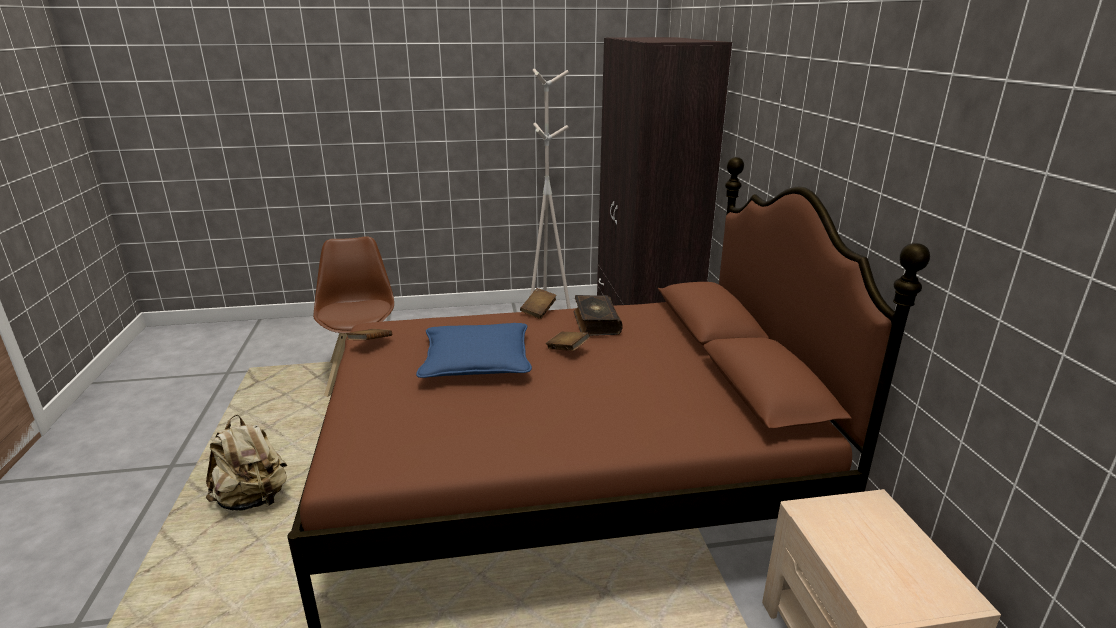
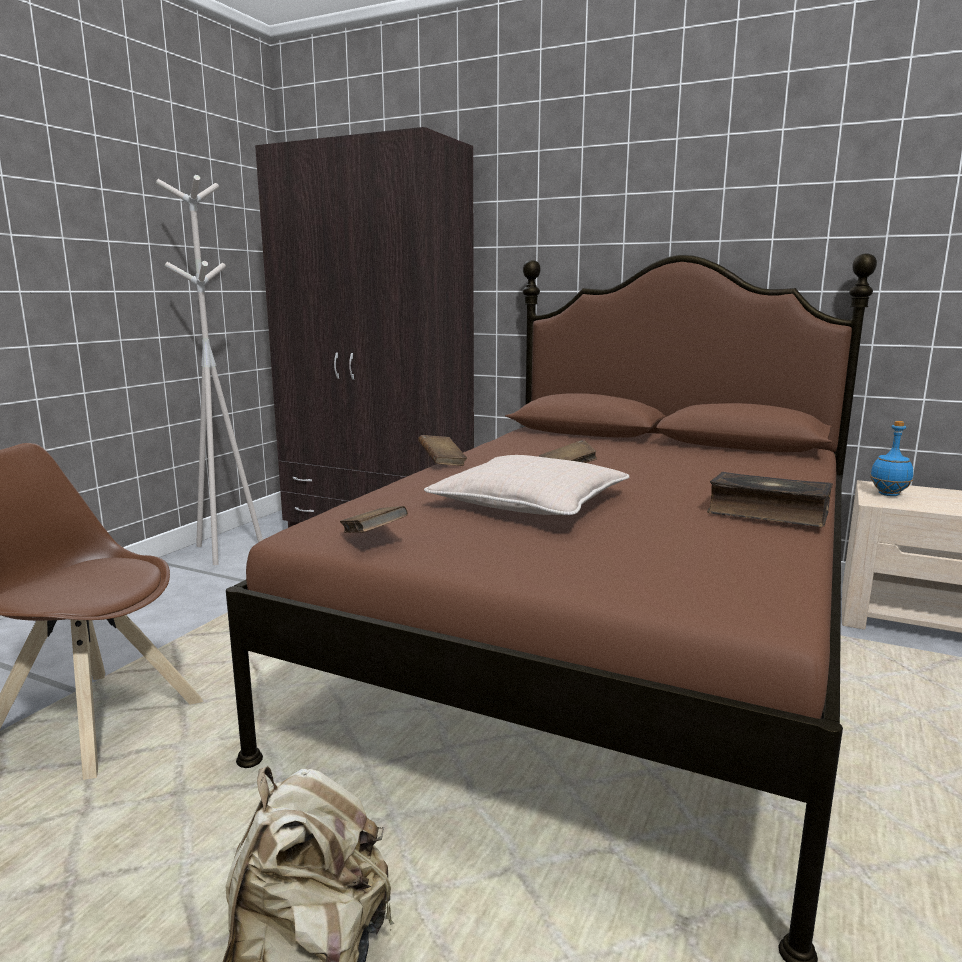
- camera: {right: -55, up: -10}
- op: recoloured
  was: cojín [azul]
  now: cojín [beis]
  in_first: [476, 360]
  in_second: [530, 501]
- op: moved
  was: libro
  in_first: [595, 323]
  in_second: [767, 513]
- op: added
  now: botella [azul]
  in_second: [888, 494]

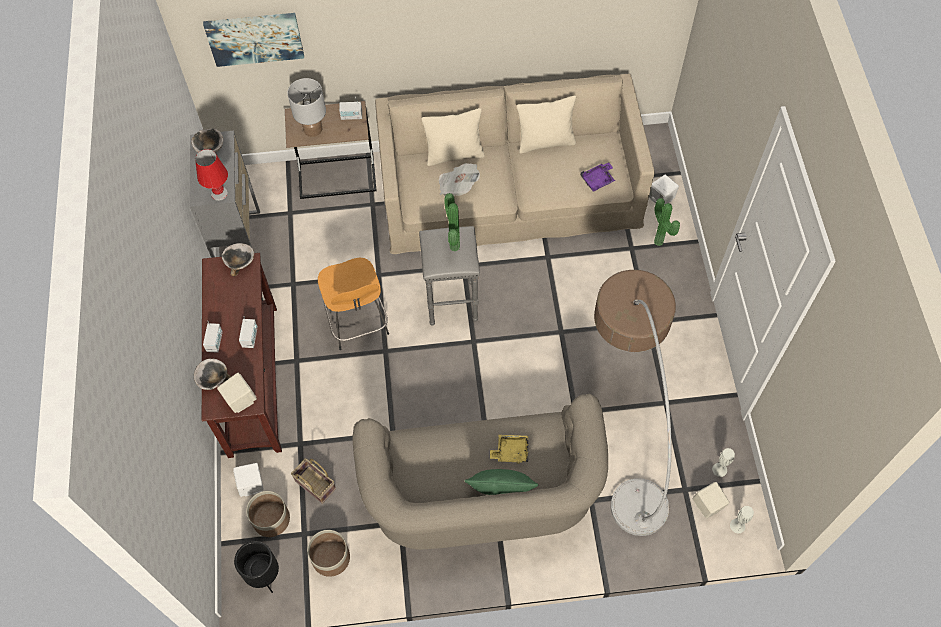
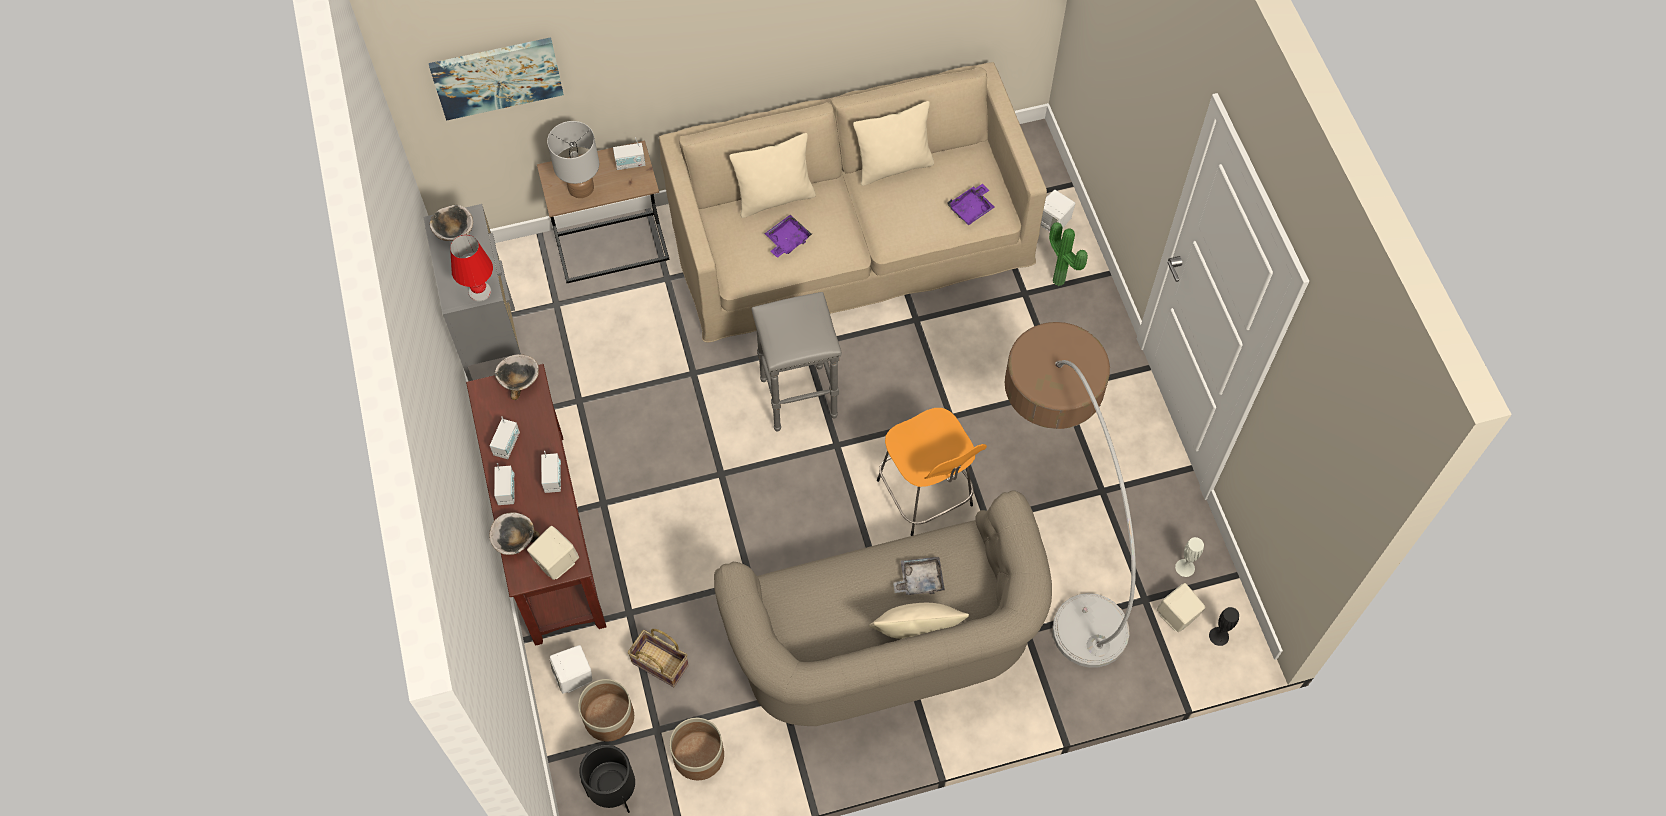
- camera: {right: -10, up: 0}
- op: moved
  was: taburete [naranja]
  in_first: [357, 323]
  in_second: [926, 496]
- op: replaced
  was: periódico
  now: bandeja [morado]
  in_first: [457, 186]
  in_second: [787, 240]
- op: removed
  was: planta en maceta
  in_first: [452, 247]
- op: recoloured
  was: cojín [verde]
  now: cojín [beis]
  in_first: [500, 492]
  in_second: [915, 634]
- op: recoloured
  was: bandeja [amarillo]
  now: bandeja [gris]
  in_first: [511, 451]
  in_second: [919, 580]
- op: recoloured
  was: florero [blanco]
  now: florero [negro]
  in_first: [737, 526]
  in_second: [1219, 636]
- op: added
  now: radio
  in_second: [507, 444]

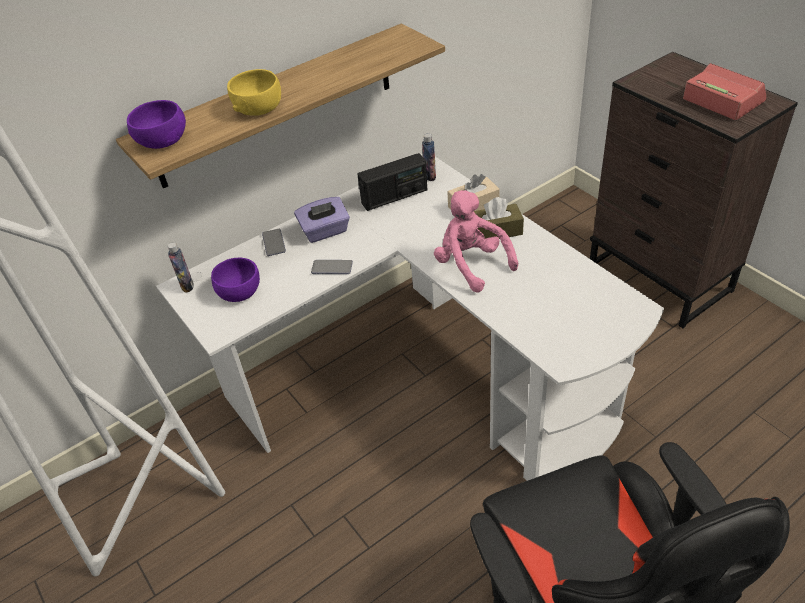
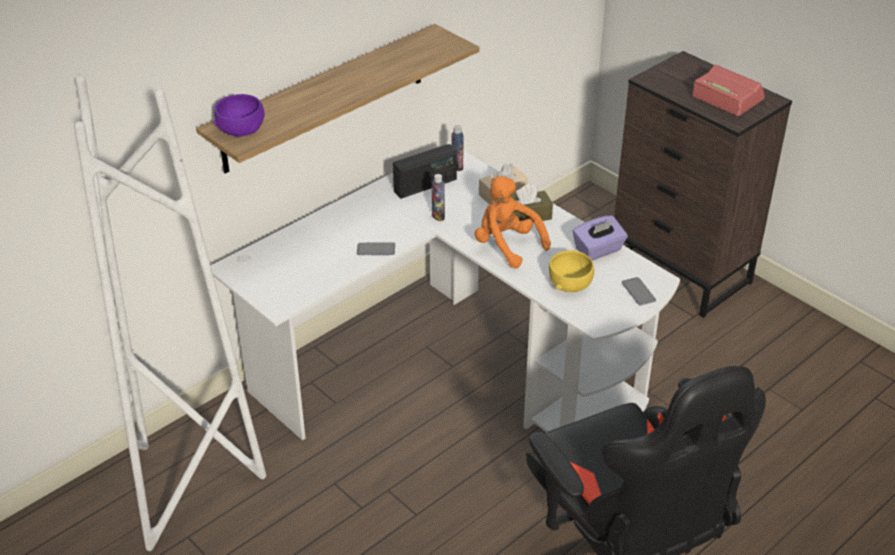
- camera: {right: -10, up: -5}
- op: moved
  was: botella
  in_first: [187, 286]
  in_second: [438, 216]
- op: removed
  was: cuenco [morado]
  in_first: [240, 292]
- op: moved
  was: cuenco [amarillo]
  in_first: [258, 108]
  in_second: [570, 283]
- op: moved
  was: móvil
  in_first: [274, 243]
  in_second: [638, 292]
- op: moved
  was: caja de pañuelos [morado]
  in_first: [325, 231]
  in_second: [598, 250]
- op: recoloured
  was: peluche [rosa]
  now: peluche [naranja]
  in_first: [471, 264]
  in_second: [507, 245]

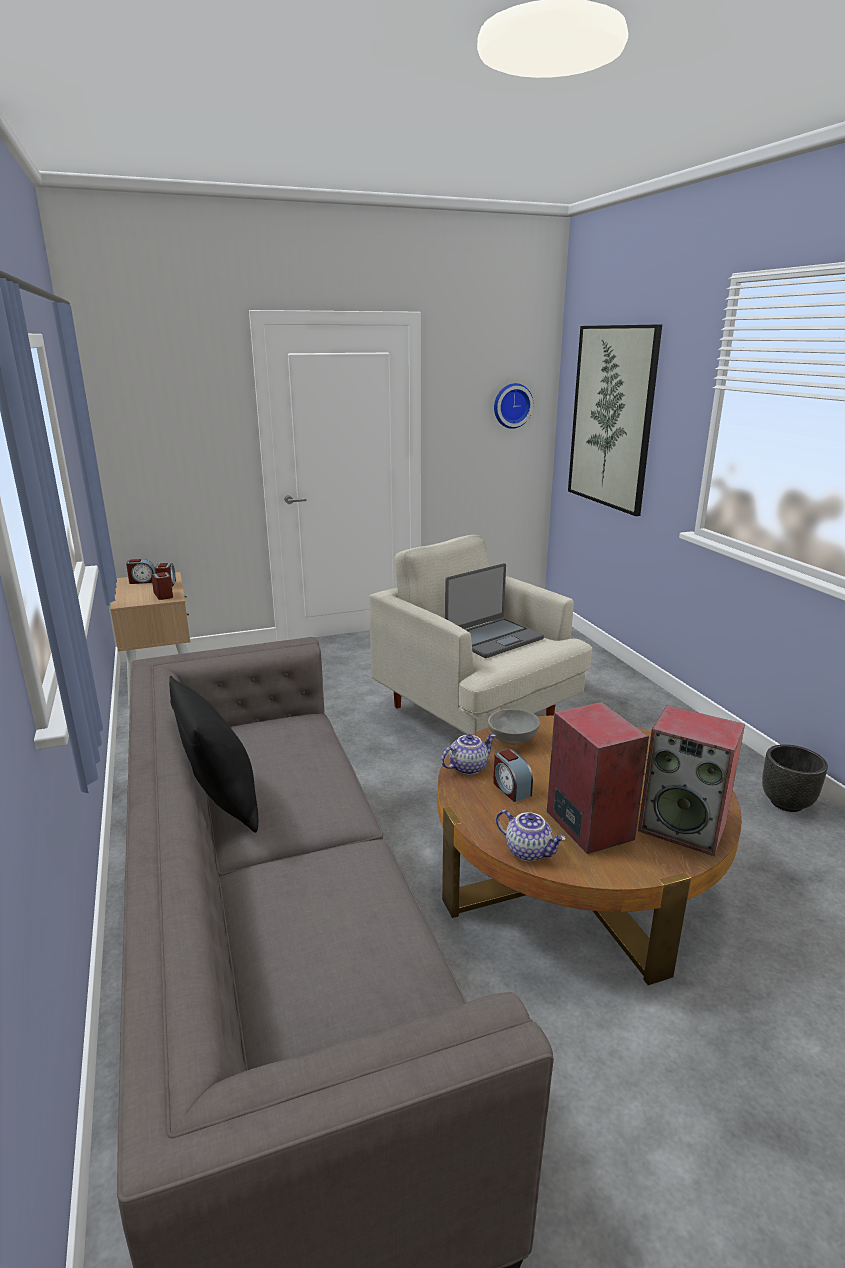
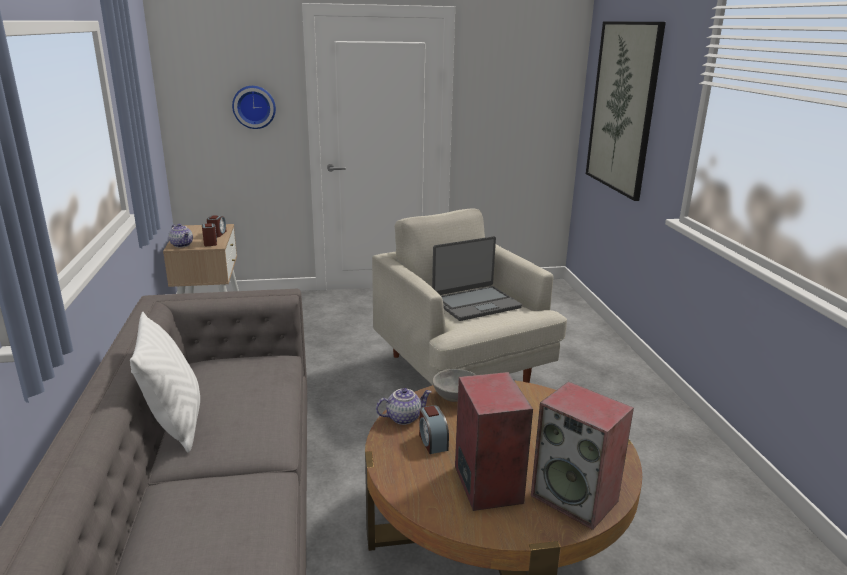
- camera: {right: 10, up: 0}
- op: removed
  was: despertador
  in_first: [142, 581]
- op: recoloured
  was: cojín [negro]
  now: cojín [blanco]
  in_first: [222, 802]
  in_second: [175, 423]
- op: moved
  was: reloj de pared
  in_first: [512, 405]
  in_second: [254, 107]
- op: moved
  was: tetera
  in_first: [529, 851]
  in_second: [182, 245]
- op: removed
  was: maceta [negro]
  in_first: [786, 803]

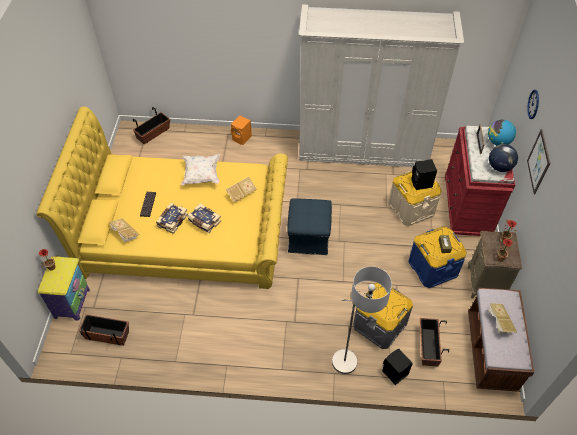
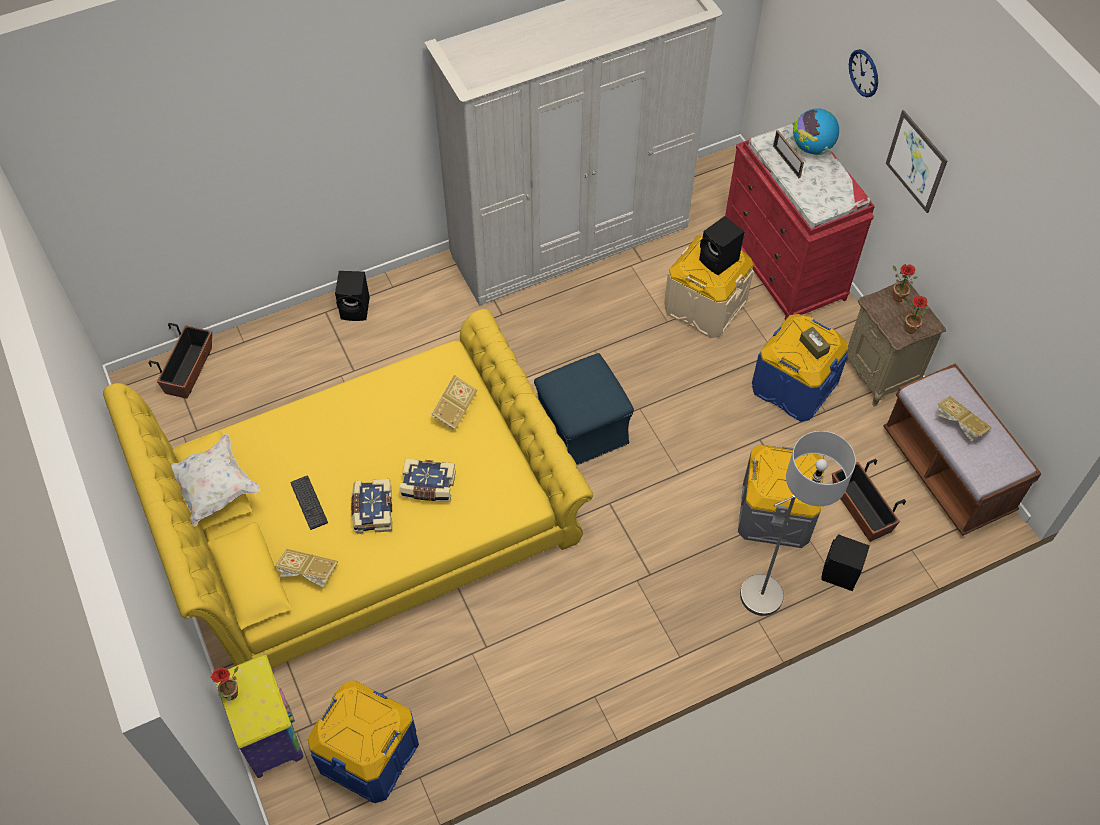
- camera: {right: -30, up: 5}
- op: replaced
  was: maceta
  now: caja de almacenaje [azul]
  in_first: [107, 334]
  in_second: [369, 754]
- op: moved
  was: cojín [blanco]
  in_first: [201, 175]
  in_second: [214, 488]
- op: recoloured
  was: altavoz [naranja]
  now: altavoz [negro]
  in_first: [242, 138]
  in_second: [356, 309]
- op: removed
  was: globo terráqueo
  in_first: [499, 167]

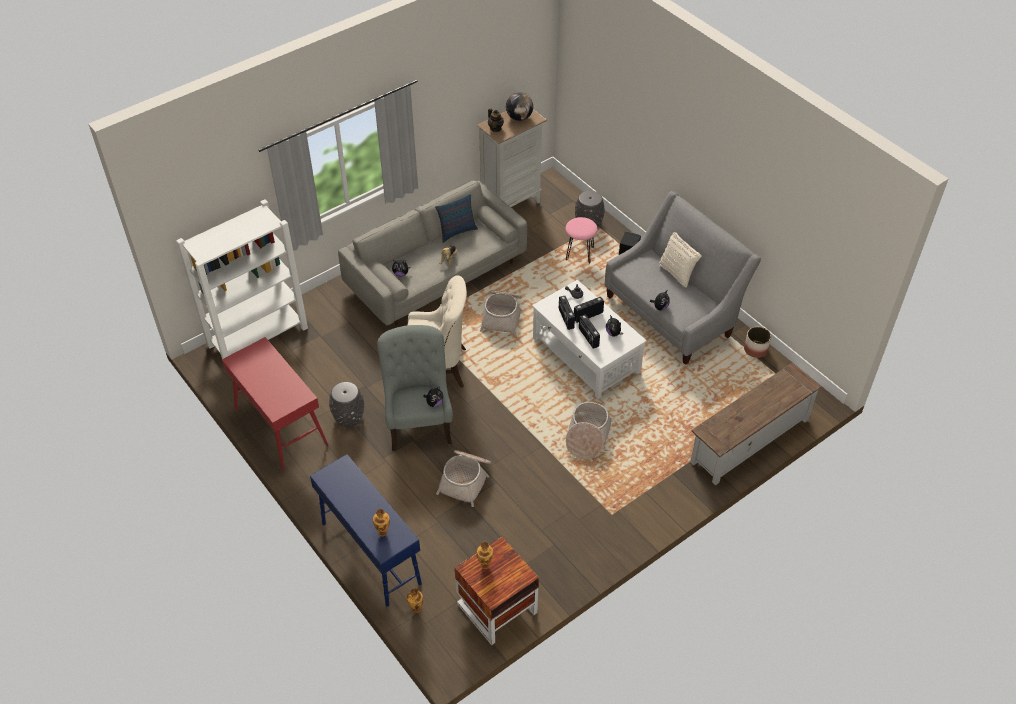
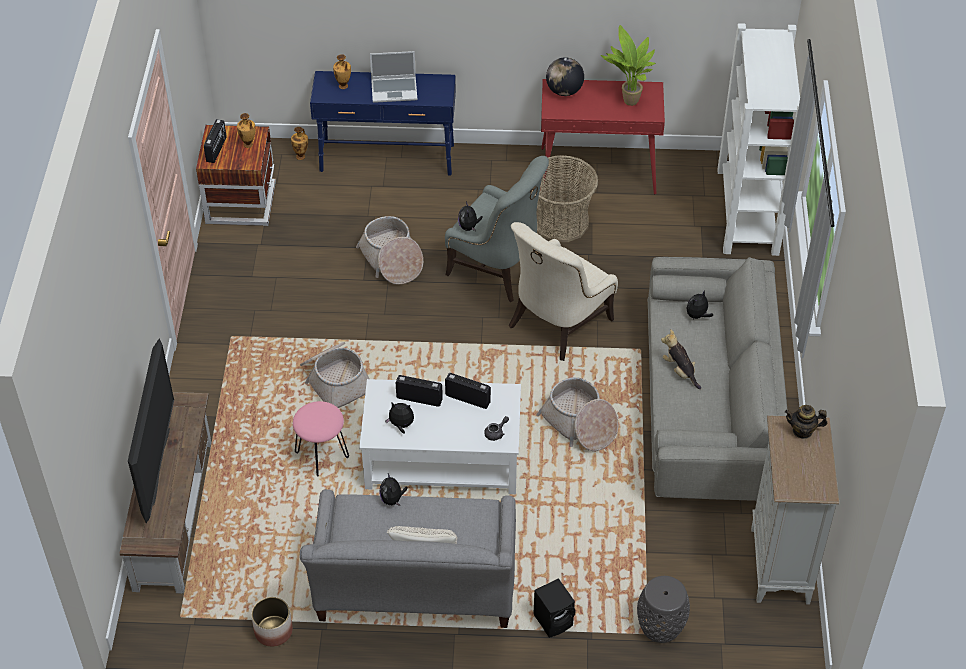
- camera: {right: 130, up: 0}
- op: replaced
  was: taburete [gris]
  now: cesta
  in_first: [349, 417]
  in_second: [560, 222]
- op: removed
  was: cojín [azul]
  in_first: [457, 232]
- op: moved
  was: globo terráqueo
  in_first: [519, 117]
  in_second: [564, 91]
- op: moved
  was: taburete [rosa]
  in_first: [579, 254]
  in_second: [322, 456]
- op: moved
  was: radio
  in_first: [588, 315]
  in_second: [217, 150]
- op: added
  now: televisor
  in_second: [160, 466]
- op: added
  now: portátil
  in_second: [395, 90]
- op: added
  now: planta en maceta
  in_second: [628, 102]

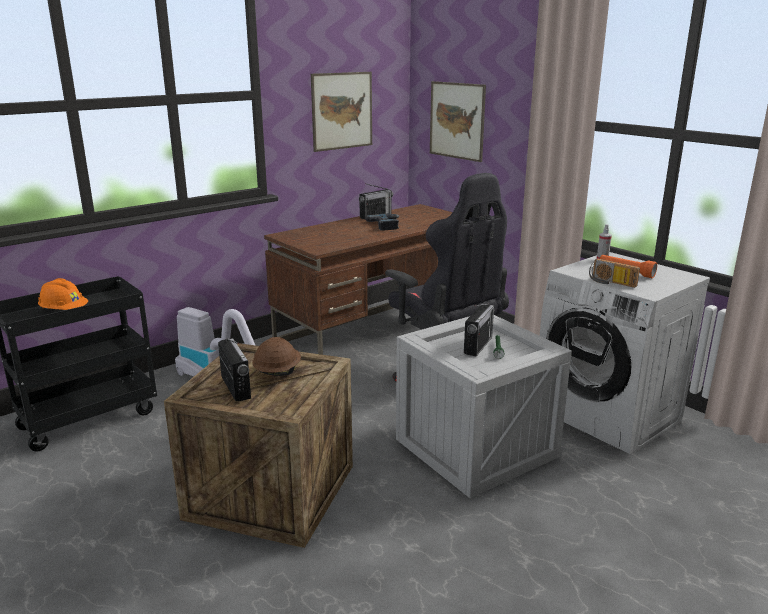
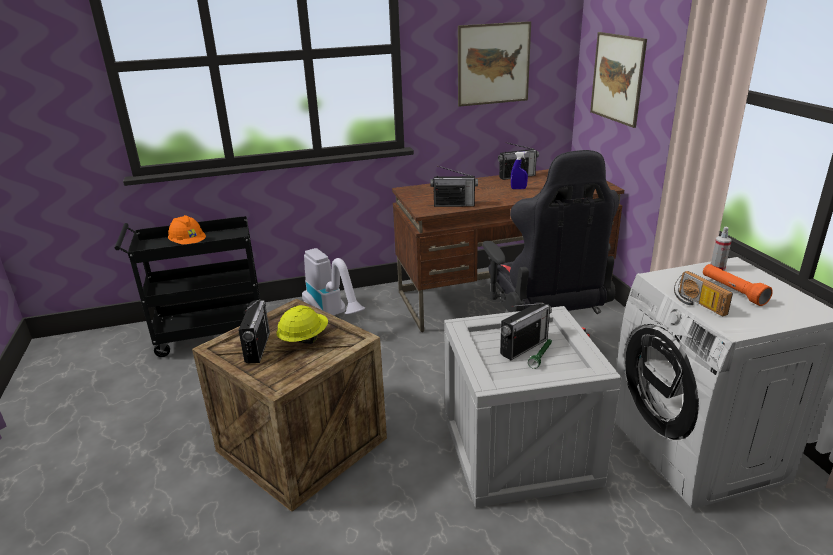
- camera: {right: 25, up: 5}
- op: recoloured
  was: casco [marrón]
  now: casco [amarillo]
  in_first: [277, 373]
  in_second: [304, 339]
- op: replaced
  was: taladro
  now: pulverizador [azul]
  in_first: [387, 225]
  in_second: [518, 188]
- op: added
  now: radio
  in_second: [454, 205]

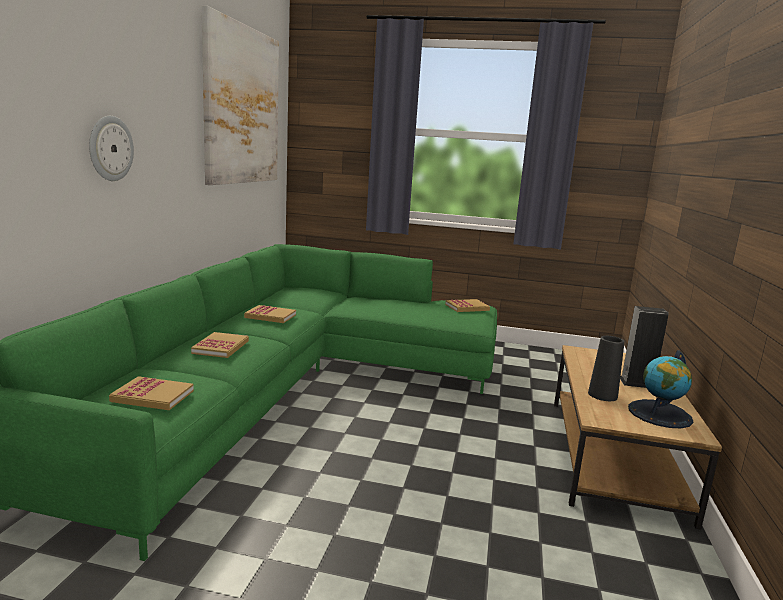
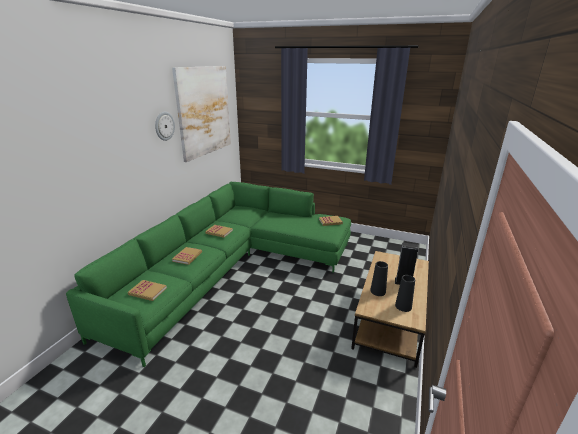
- camera: {right: 10, up: 10}
- op: moved
  was: reloj de pared
  in_first: [110, 148]
  in_second: [164, 126]
- op: replaced
  was: globo terráqueo
  now: florero [negro]
  in_first: [660, 414]
  in_second: [403, 306]

